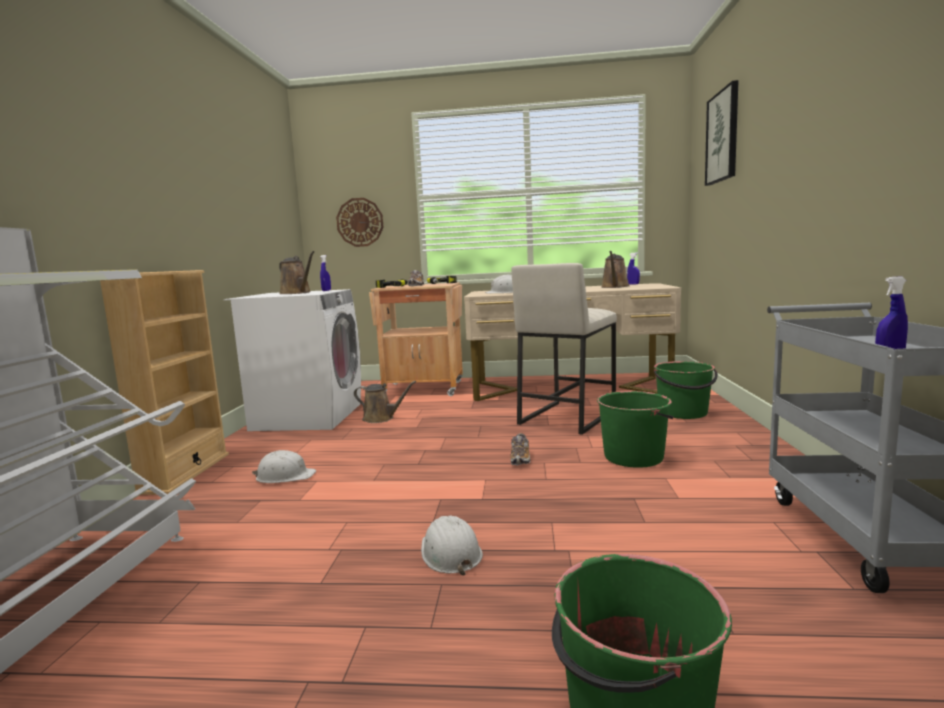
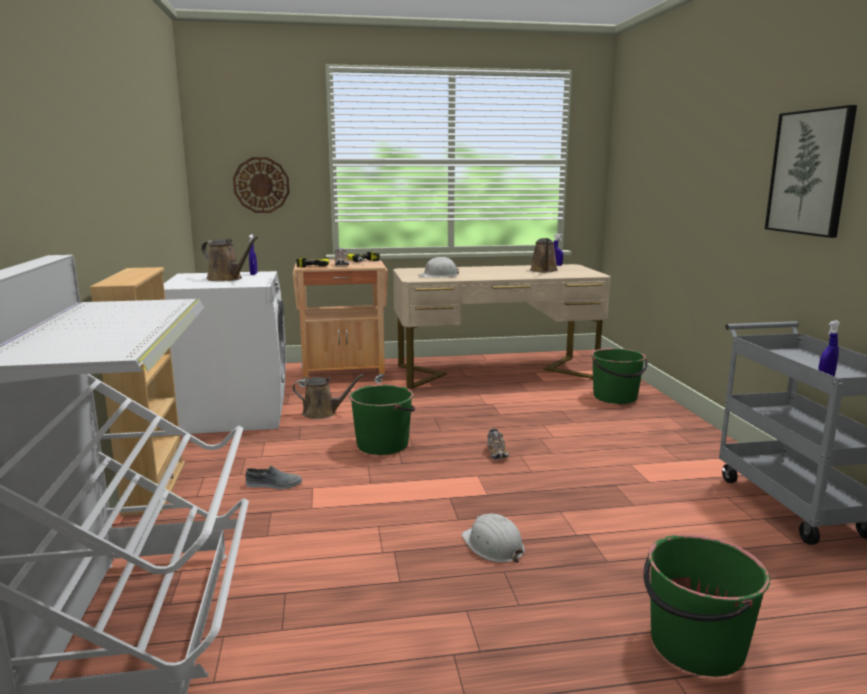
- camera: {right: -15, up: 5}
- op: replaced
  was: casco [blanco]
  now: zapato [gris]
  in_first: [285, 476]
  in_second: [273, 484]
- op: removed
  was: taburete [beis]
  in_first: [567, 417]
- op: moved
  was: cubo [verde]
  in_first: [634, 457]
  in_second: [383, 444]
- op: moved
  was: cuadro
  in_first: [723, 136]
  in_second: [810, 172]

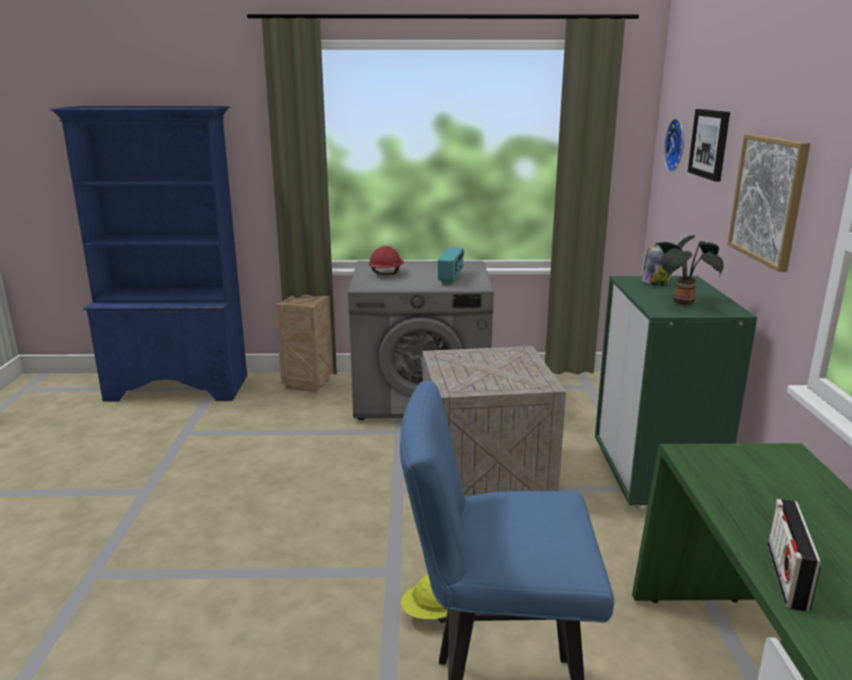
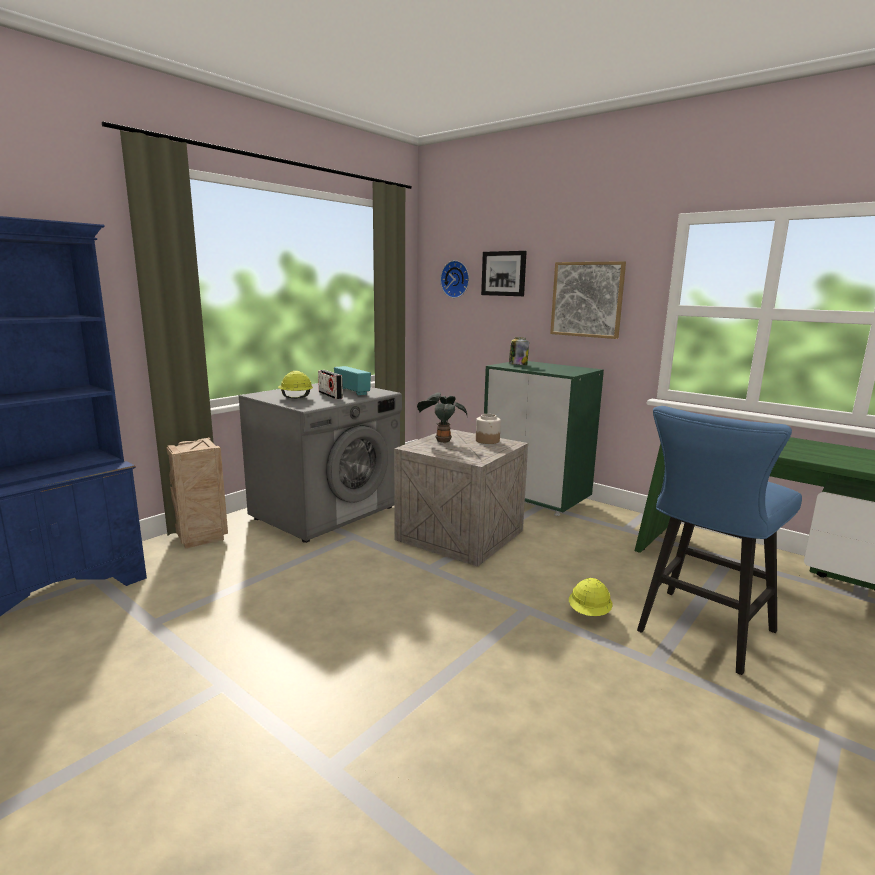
- camera: {right: -50, up: -5}
- op: recoloured
  was: casco [rojo]
  now: casco [amarillo]
  in_first: [386, 274]
  in_second: [295, 397]
- op: moved
  was: planta en maceta
  in_first: [681, 303]
  in_second: [441, 441]
- op: moved
  was: radio
  in_first: [787, 576]
  in_second: [330, 395]
- op: added
  now: tarro
  in_second: [487, 440]

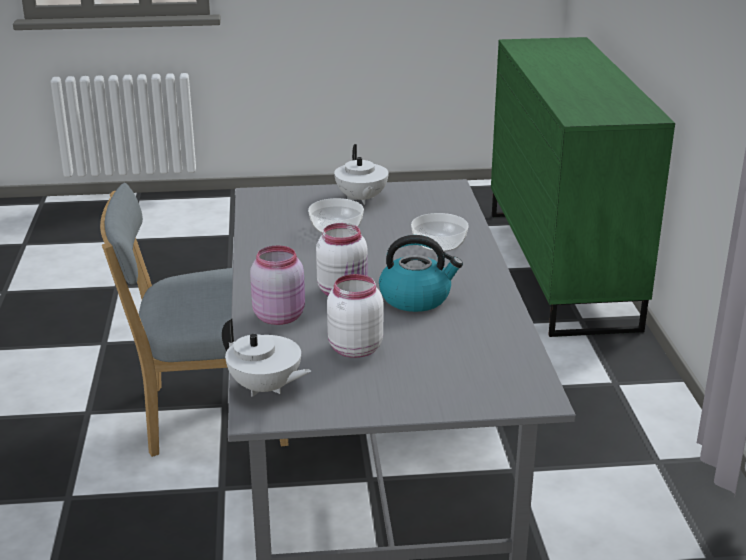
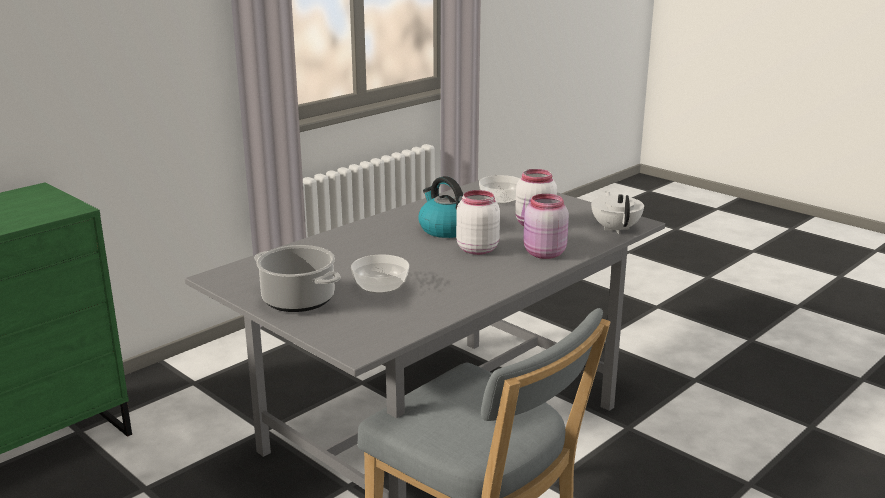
- camera: {right: -130, up: -5}
- op: replaced
  was: tetera [blanco]
  now: olla
  in_first: [361, 199]
  in_second: [299, 300]
- op: moved
  was: cuenco
  in_first: [440, 245]
  in_second: [501, 199]

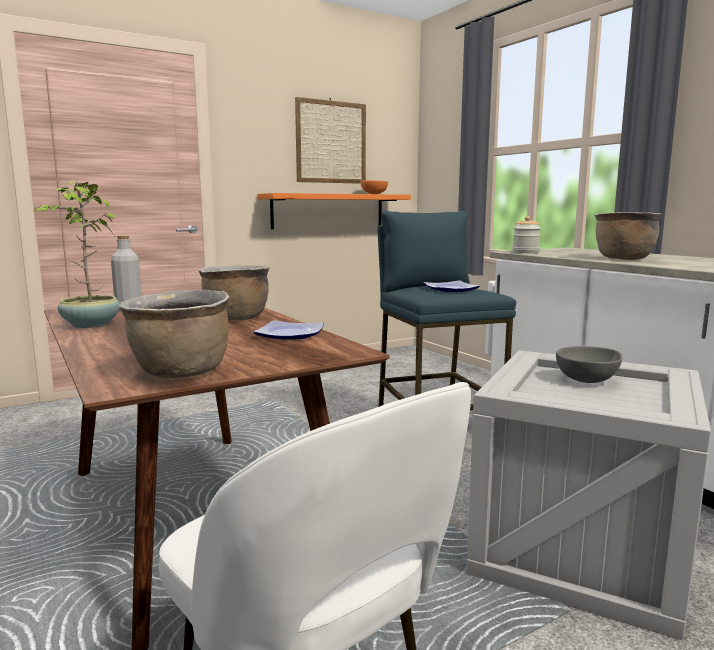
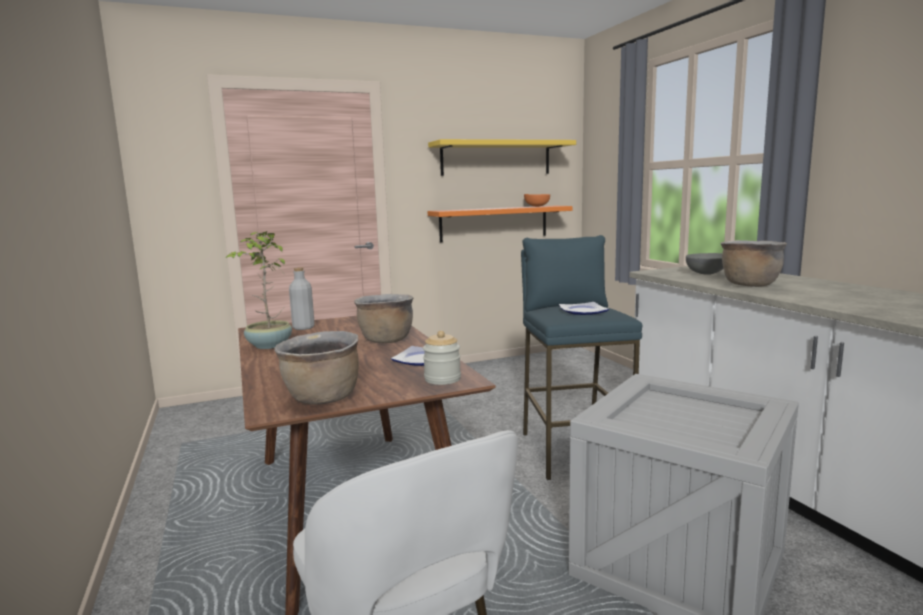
- camera: {right: 10, up: 0}
- op: replaced
  was: cuadro
  now: estante [amarillo]
  in_first: [331, 141]
  in_second: [496, 158]
- op: moved
  was: tarro
  in_first: [525, 252]
  in_second: [442, 379]
- op: moved
  was: cuenco [gris]
  in_first: [588, 381]
  in_second: [707, 274]

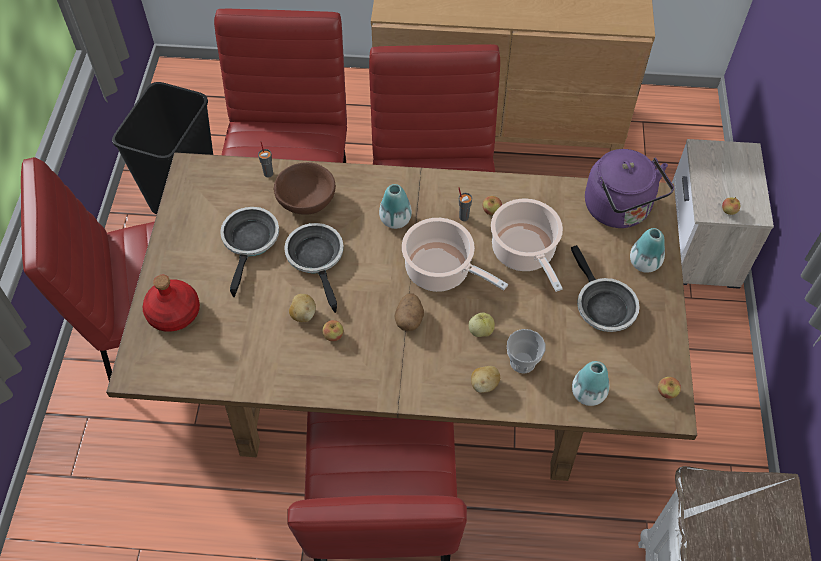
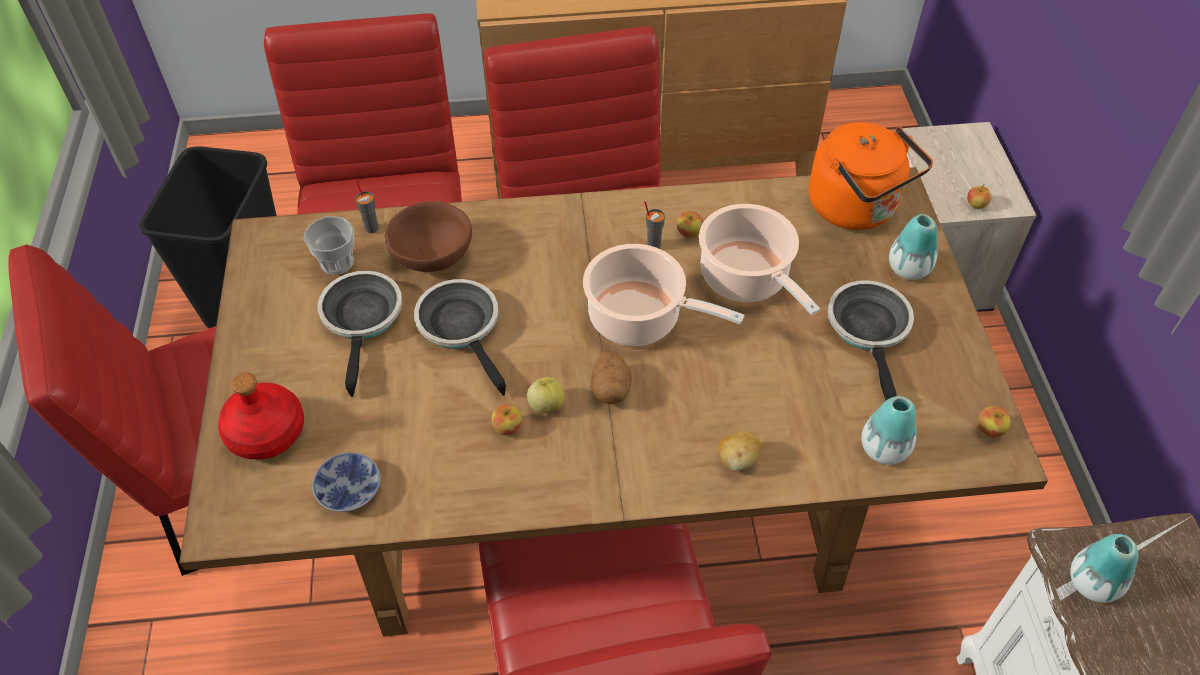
- camera: {right: -10, up: -5}
- op: removed
  was: patata
  in_first: [303, 314]
- op: moved
  was: florero
  in_first: [395, 220]
  in_second: [1092, 583]
- op: moved
  was: manzana
  in_first: [480, 331]
  in_second: [546, 404]
- op: moved
  was: taza
  in_first: [522, 362]
  in_second: [337, 263]
- op: turned
  was: sartén
  in_first: [602, 306]
  in_second: [870, 331]
  clockwise: -150
- op: recoloured
  was: hervidor [morado]
  now: hervidor [naranja]
  in_first: [620, 210]
  in_second: [857, 209]
- op: added
  now: cuenco
  in_second: [347, 489]

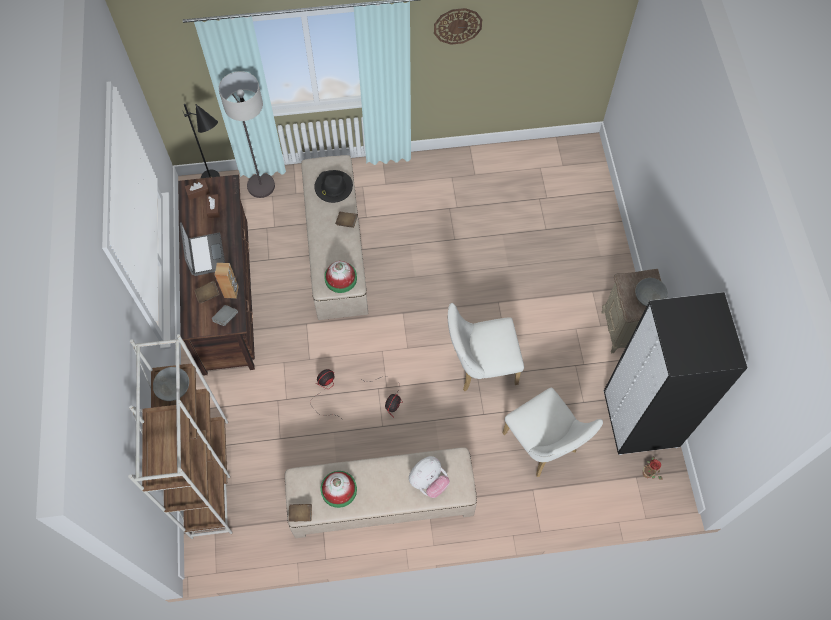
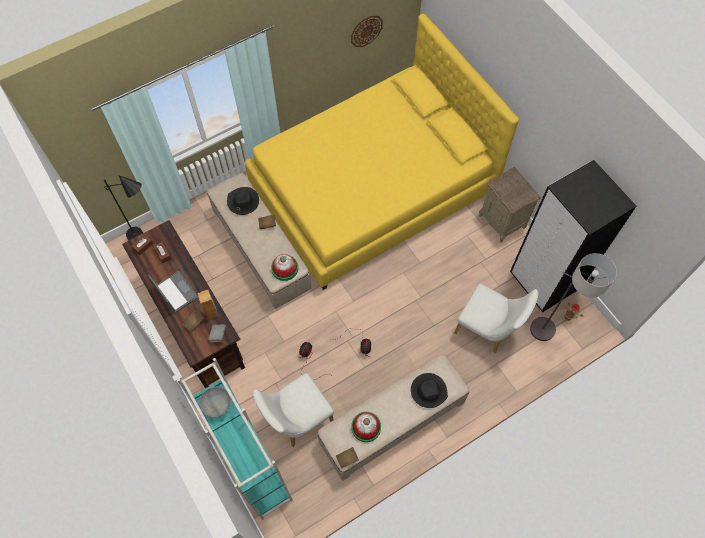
- camera: {right: -25, up: 0}
- op: recoloured
  was: estantería [marrón]
  now: estantería [turquesa]
  in_first: [210, 477]
  in_second: [252, 466]
- op: moved
  was: lámpara de pie [gris]
  in_first: [265, 192]
  in_second: [549, 333]
- op: replaced
  was: peluche
  now: sombrero [negro]
  in_first: [428, 481]
  in_second: [428, 391]
- op: moved
  was: reloj de pared
  in_first: [457, 25]
  in_second: [366, 30]
- op: moved
  was: silla [blanco]
  in_first: [480, 366]
  in_second: [297, 420]
- op: removed
  was: cuenco [gris]
  in_first: [648, 296]
- op: added
  now: cama [amarillo]
  in_second: [373, 188]

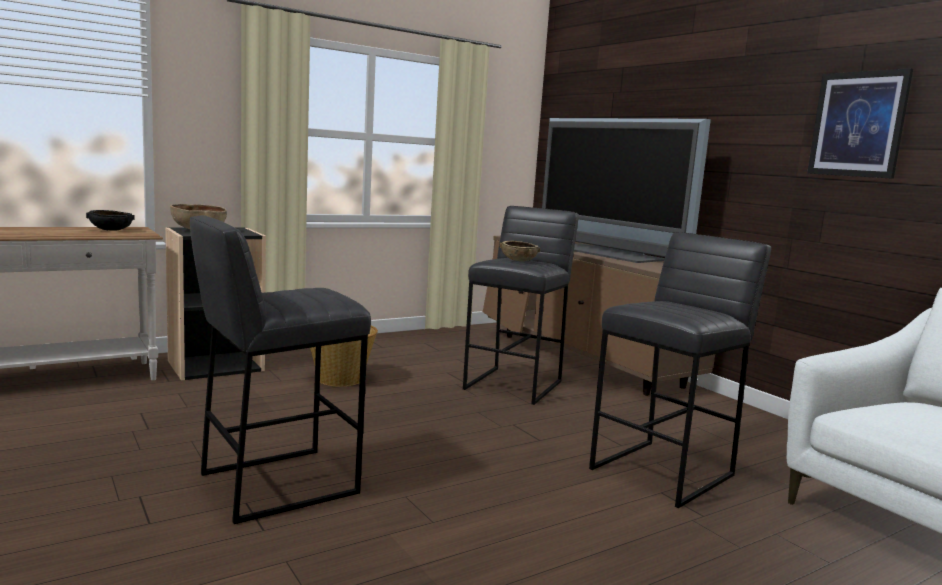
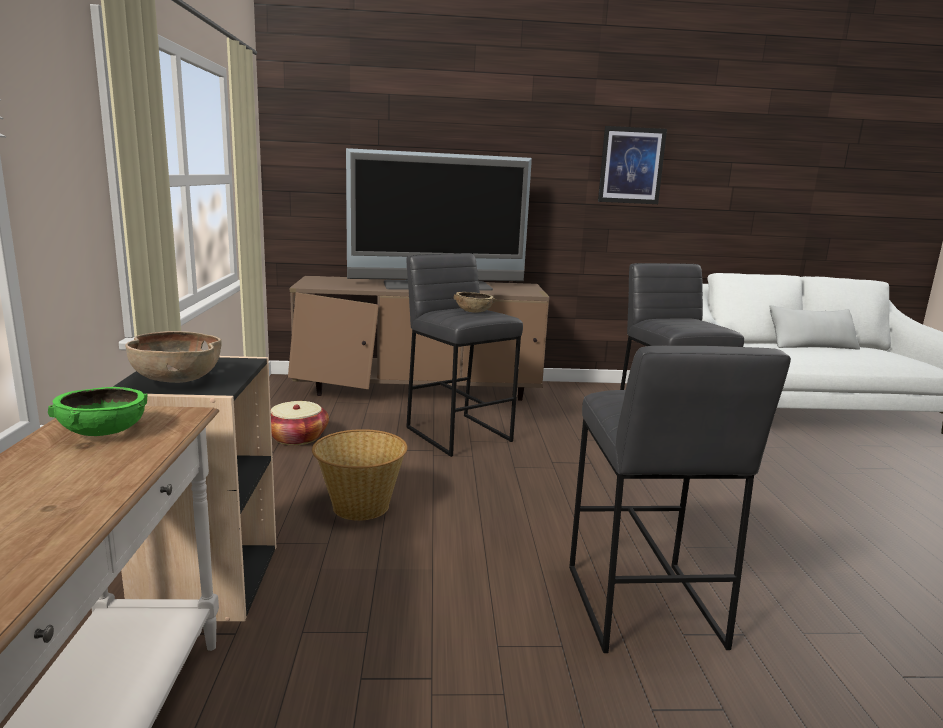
- camera: {right: -60, up: 5}
- op: recoloured
  was: cuenco [negro]
  now: cuenco [verde]
  in_first: [111, 230]
  in_second: [103, 431]
- op: added
  now: cesta
  in_second: [297, 437]

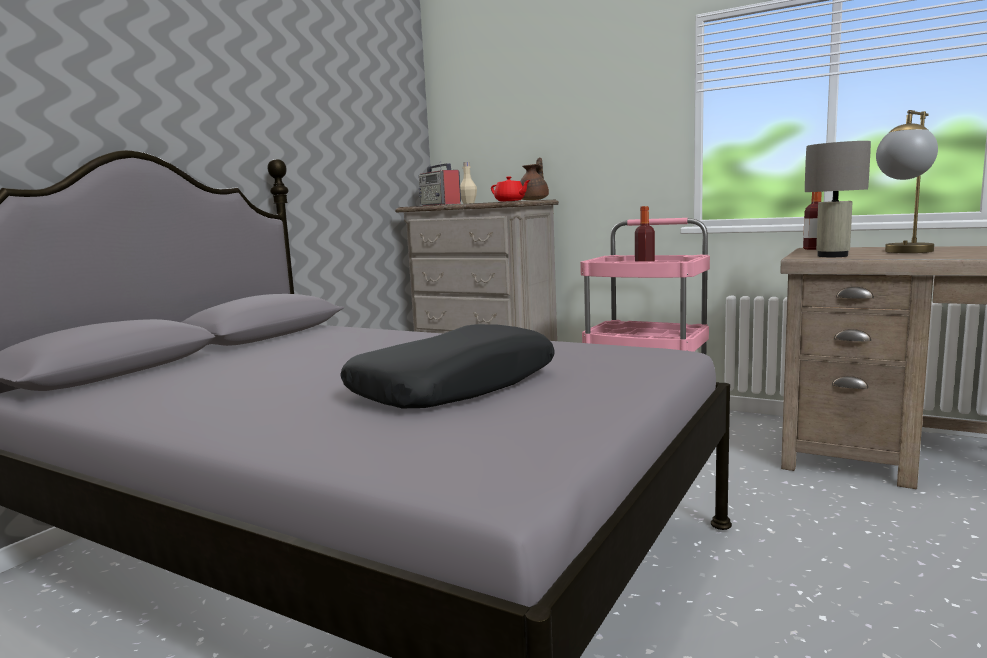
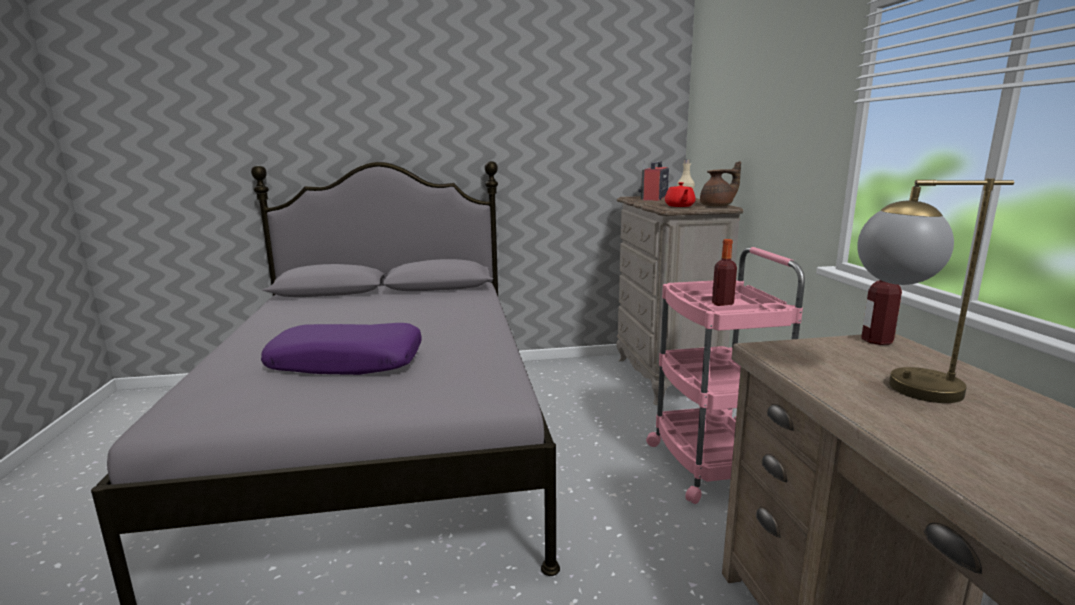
- camera: {right: 50, up: 5}
- op: recoloured
  was: cojín [negro]
  now: cojín [morado]
  in_first: [455, 386]
  in_second: [347, 362]
- op: removed
  was: lámpara de mesa [gris]
  in_first: [832, 256]

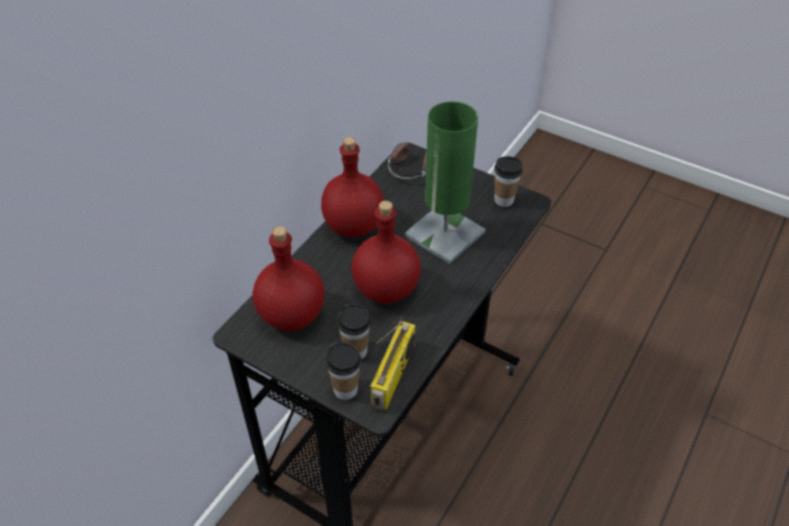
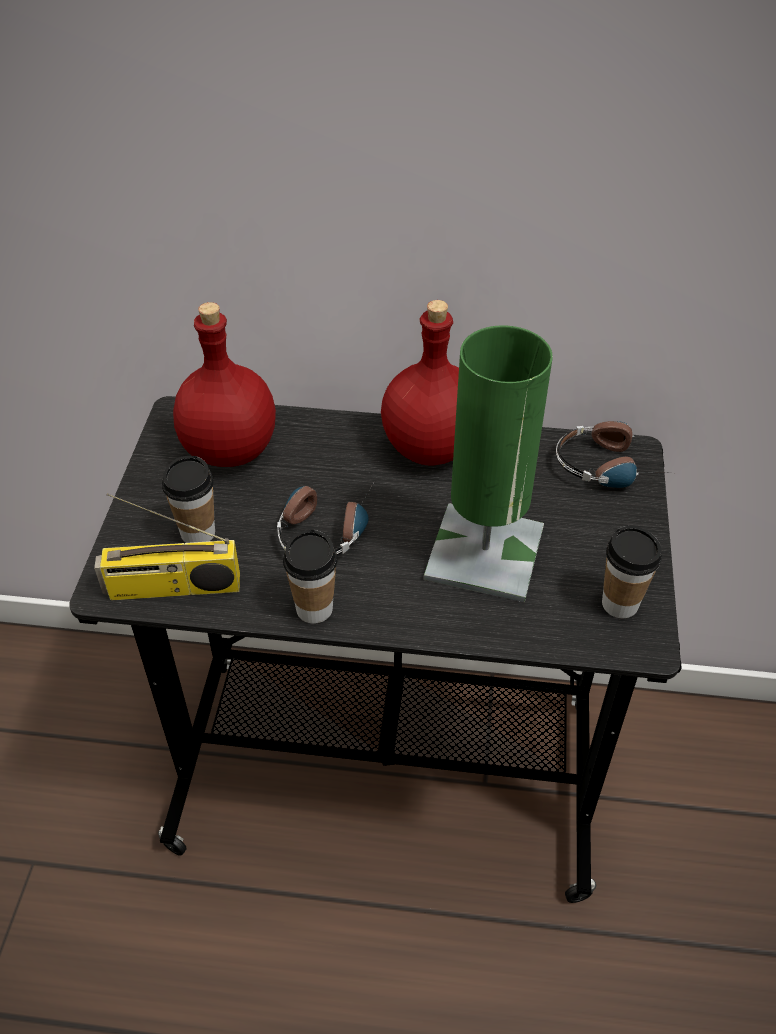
- camera: {right: 65, up: 0}
- op: moved
  was: taza
  in_first: [345, 389]
  in_second: [314, 609]
- op: replaced
  was: botella [rojo]
  now: auriculares
  in_first: [386, 290]
  in_second: [326, 526]

